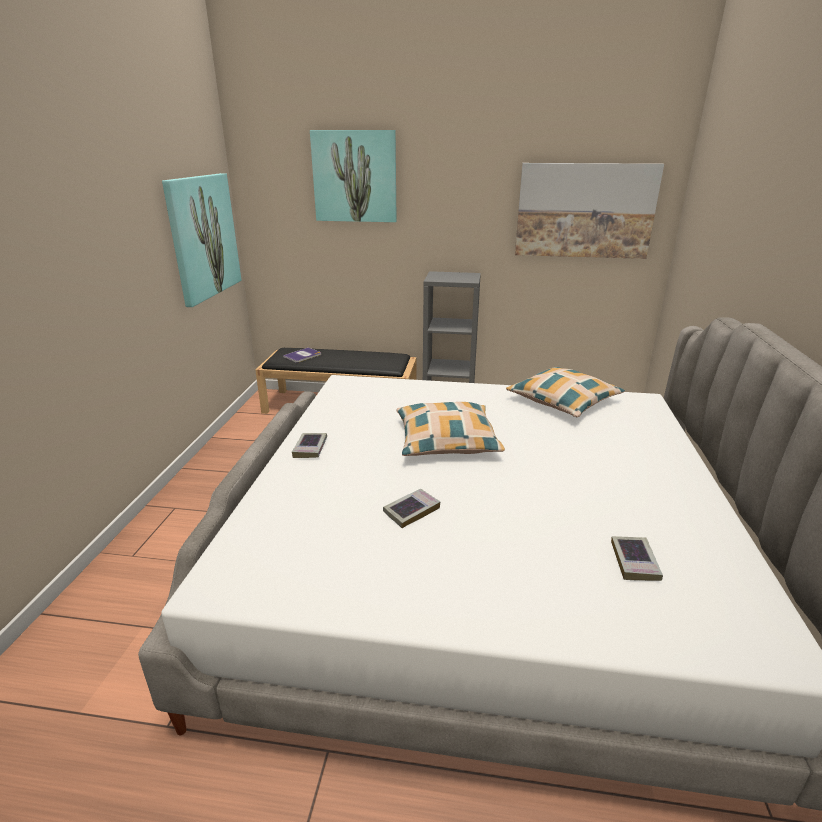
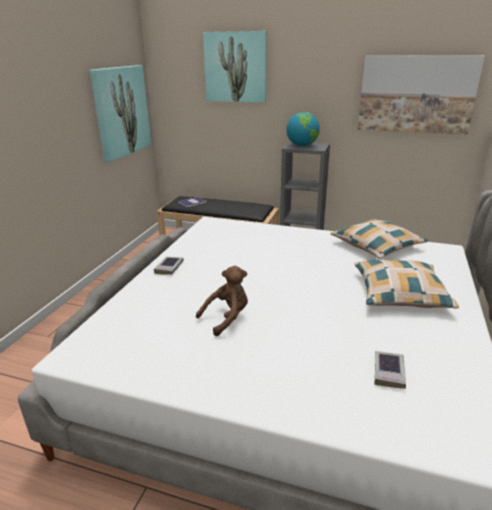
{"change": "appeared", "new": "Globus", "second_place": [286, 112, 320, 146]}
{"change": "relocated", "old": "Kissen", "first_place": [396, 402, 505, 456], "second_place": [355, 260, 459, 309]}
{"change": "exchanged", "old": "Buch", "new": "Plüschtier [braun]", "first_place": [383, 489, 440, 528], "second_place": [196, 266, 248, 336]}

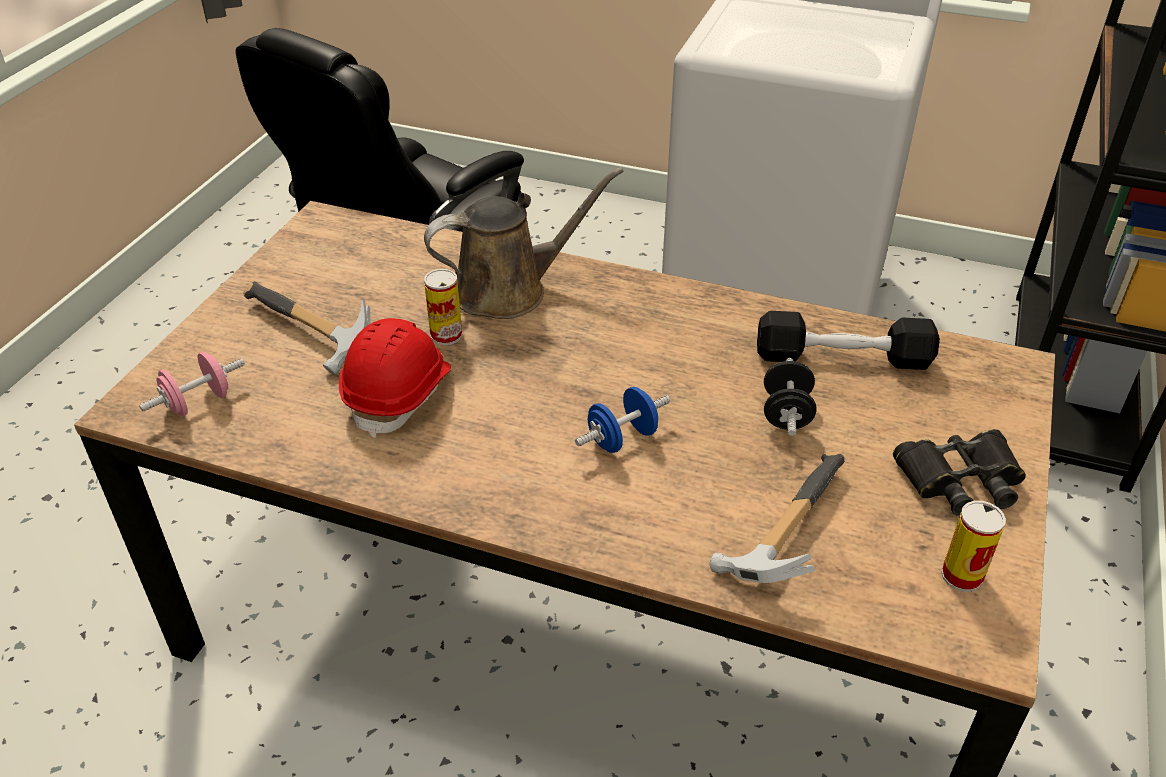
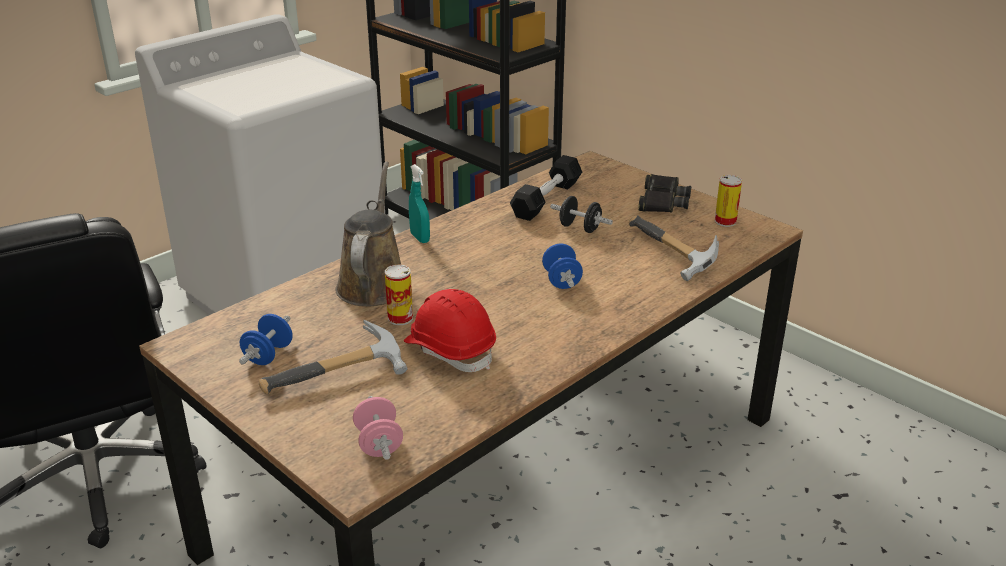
{"change": "appeared", "new": "Hantel [blau]", "second_place": [239, 314, 293, 365]}
{"change": "appeared", "new": "Sprühflasche [türkis]", "second_place": [409, 164, 430, 243]}

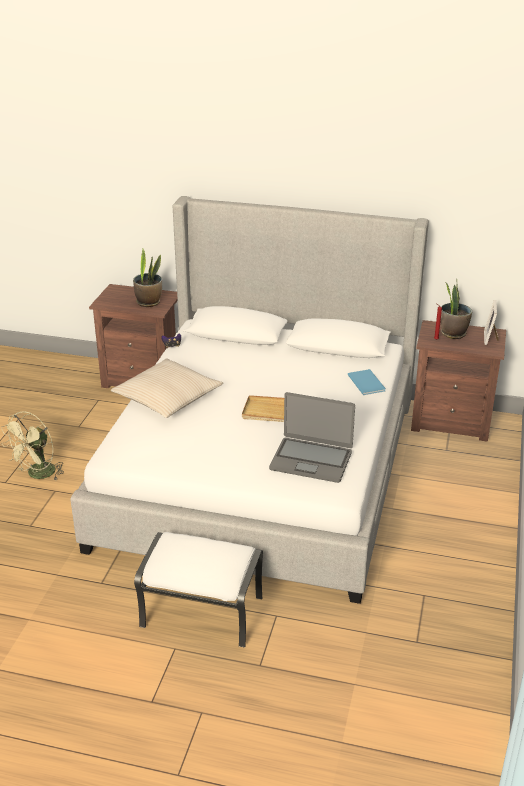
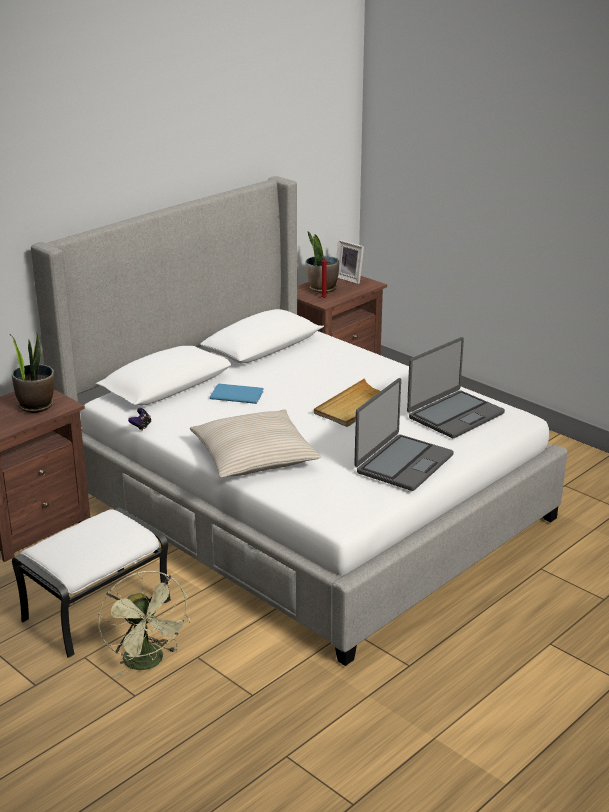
{"change": "appeared", "new": "Laptop", "second_place": [355, 378, 454, 491]}
{"change": "relocated", "old": "Polsterhocker [weiß]", "first_place": [134, 532, 263, 648], "second_place": [12, 507, 171, 658]}
{"change": "relocated", "old": "Buch [blau]", "first_place": [348, 369, 386, 395], "second_place": [210, 383, 264, 404]}

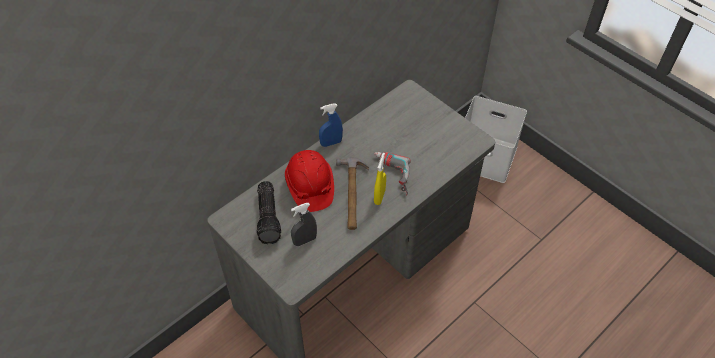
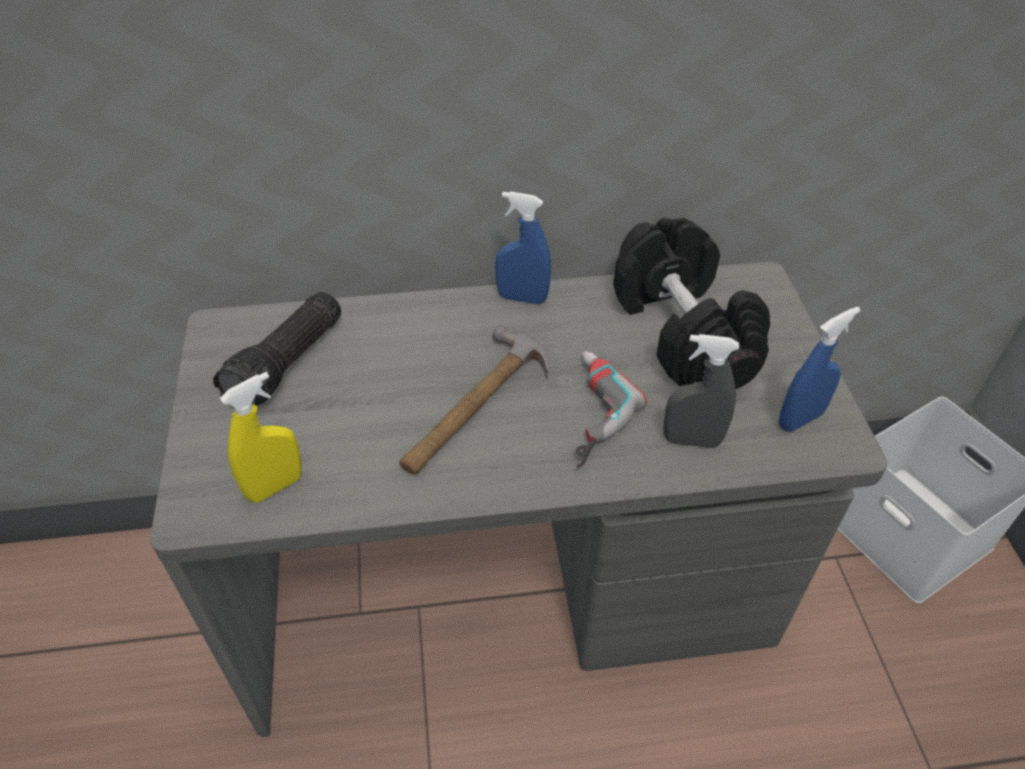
{"change": "missing", "old": "Schutzhelm [rot]", "first_place": [285, 150, 334, 212]}
{"change": "appeared", "new": "Hantel [schwarz]", "second_place": [613, 218, 770, 389]}
{"change": "appeared", "new": "Sprühflasche [blau]", "second_place": [779, 307, 861, 432]}
{"change": "relocated", "old": "Sprühflasche [grau]", "first_place": [291, 203, 317, 246], "second_place": [664, 334, 739, 448]}
{"change": "relocated", "old": "Sprühflasche [gelb]", "first_place": [374, 153, 386, 205], "second_place": [220, 372, 302, 503]}

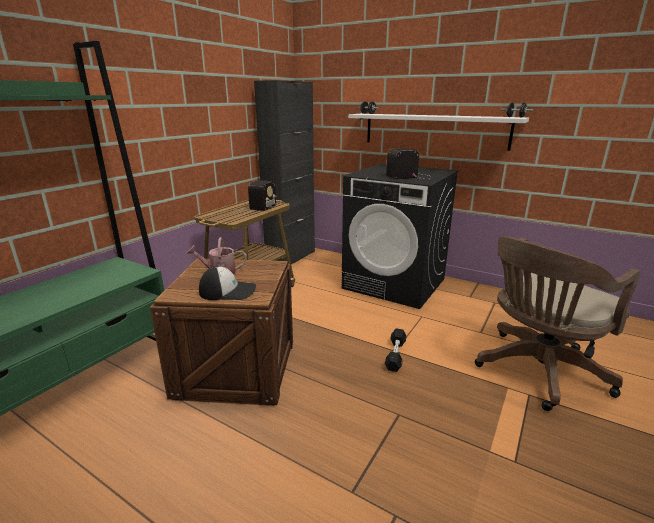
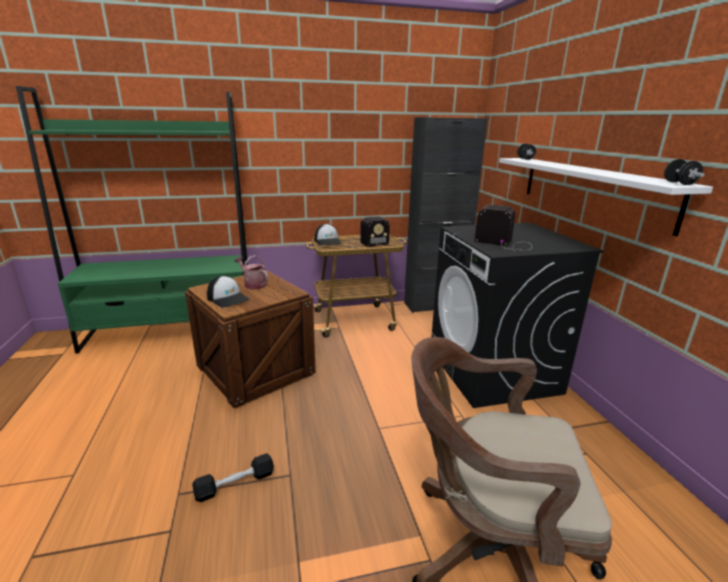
{"change": "appeared", "new": "Kappe", "second_place": [315, 224, 342, 246]}
{"change": "relocated", "old": "Hantel [schwarz]", "first_place": [385, 329, 407, 372], "second_place": [192, 453, 274, 502]}

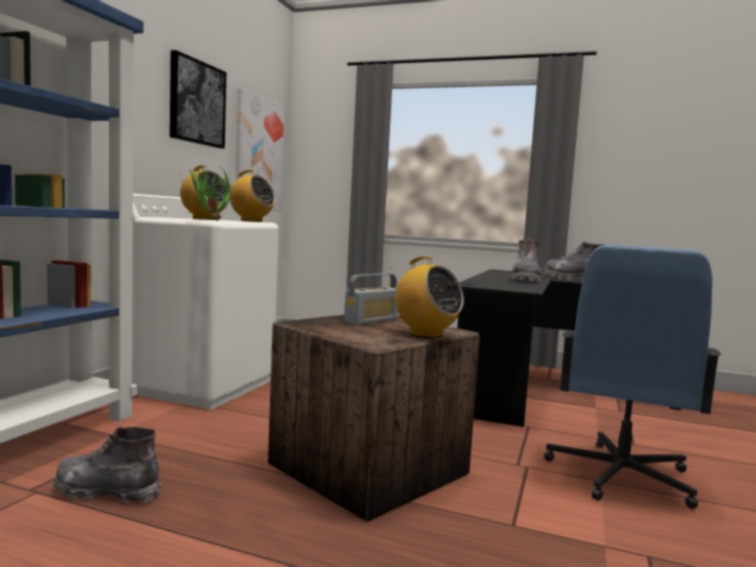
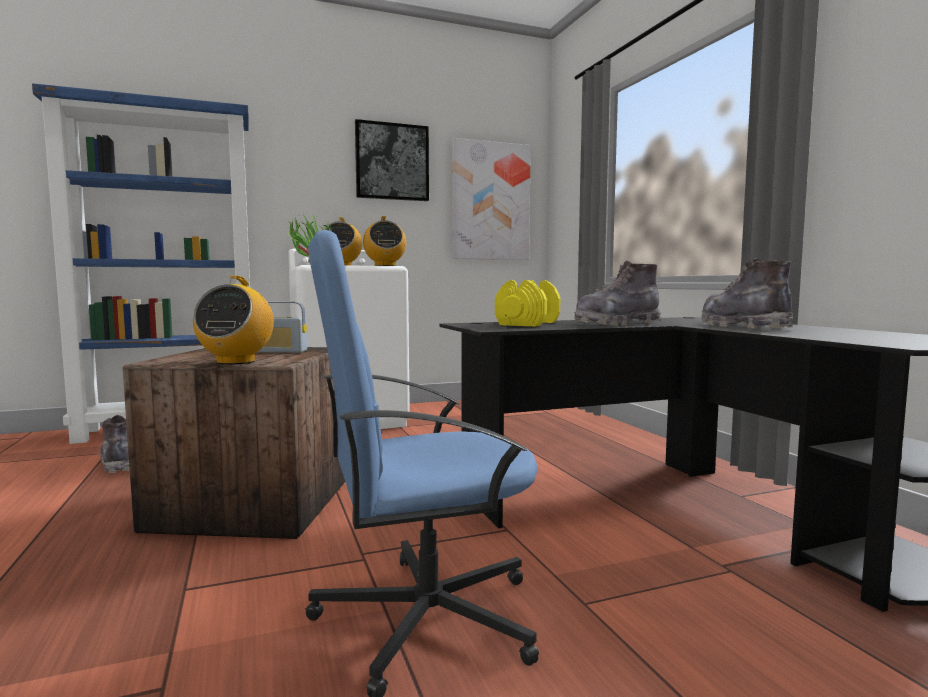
{"change": "appeared", "new": "Hantel [gelb]", "second_place": [495, 280, 560, 326]}

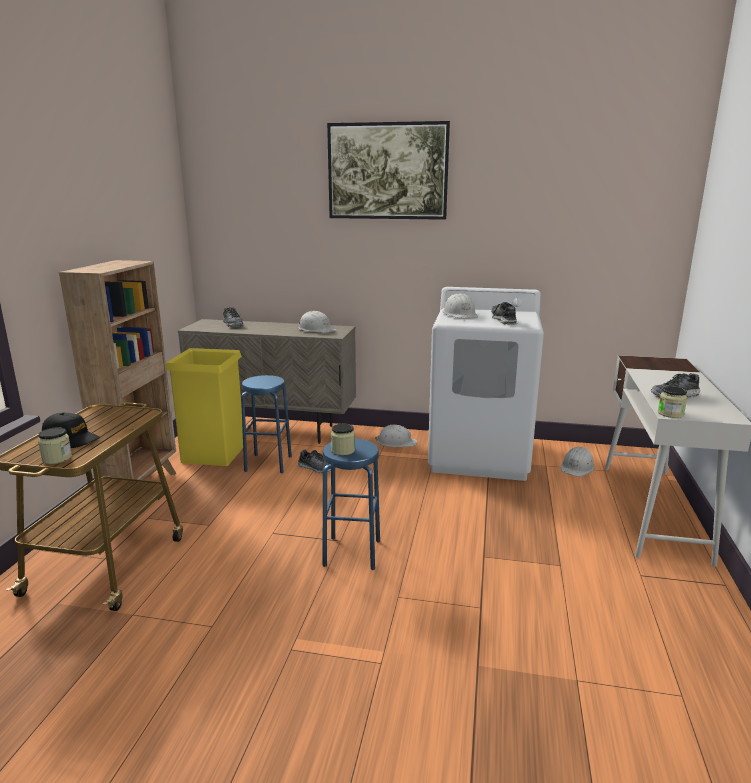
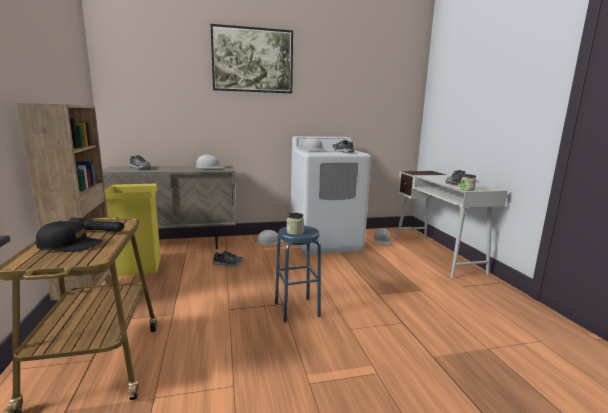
{"change": "missing", "old": "Vorratsglas", "first_place": [38, 427, 72, 464]}
{"change": "missing", "old": "Hocker [blau]", "first_place": [241, 375, 292, 474]}
{"change": "appeared", "new": "Taschenlampe [schwarz]", "second_place": [69, 218, 124, 232]}

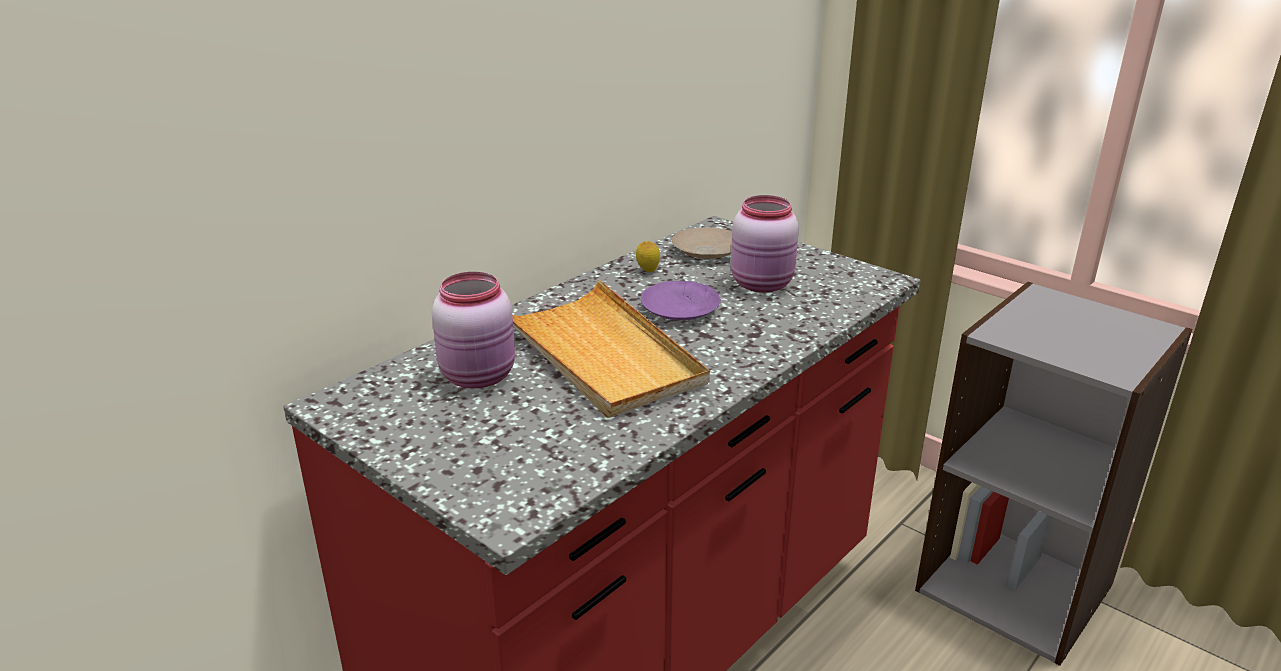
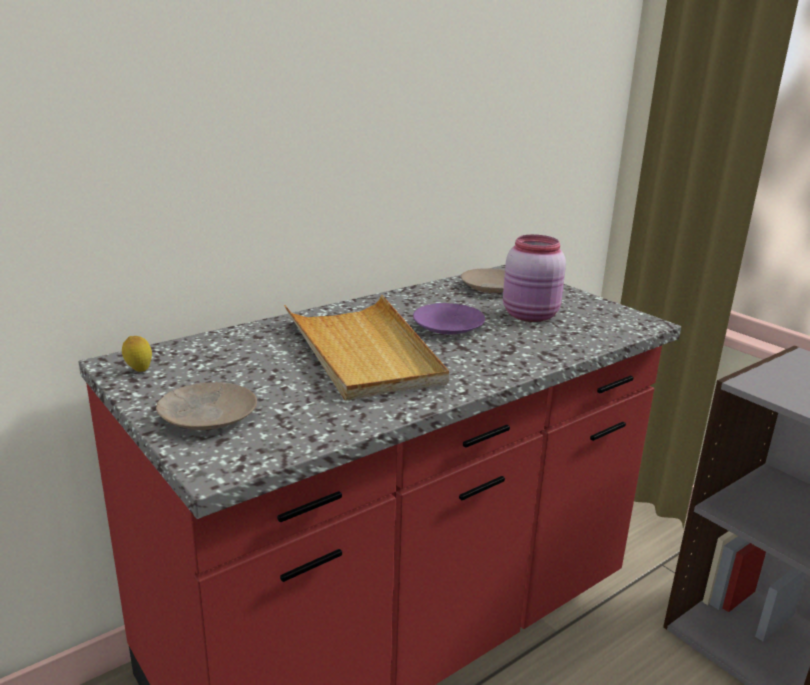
{"change": "missing", "old": "Vorratsglas [rosa]", "first_place": [432, 272, 515, 388]}
{"change": "appeared", "new": "Teller [beige]", "second_place": [156, 382, 257, 430]}
{"change": "relocated", "old": "Zitrone", "first_place": [636, 241, 660, 272], "second_place": [122, 336, 152, 372]}

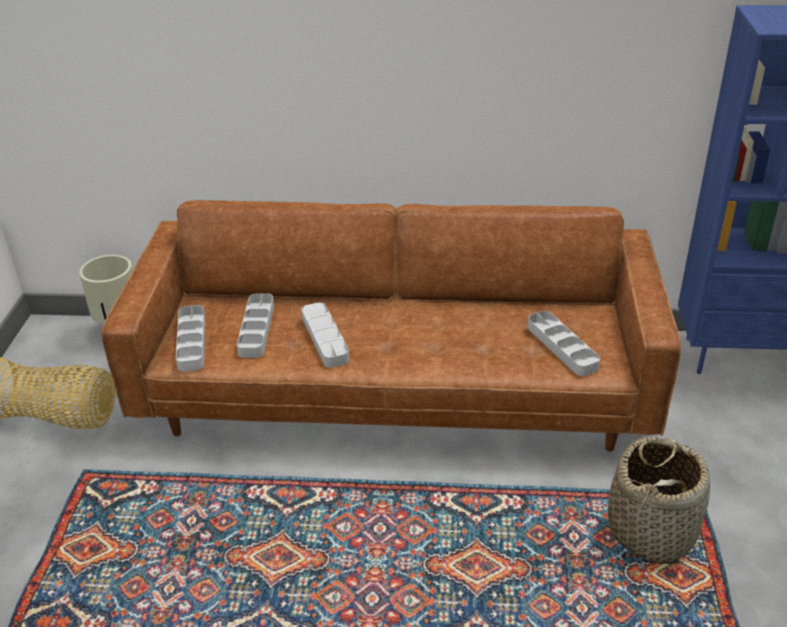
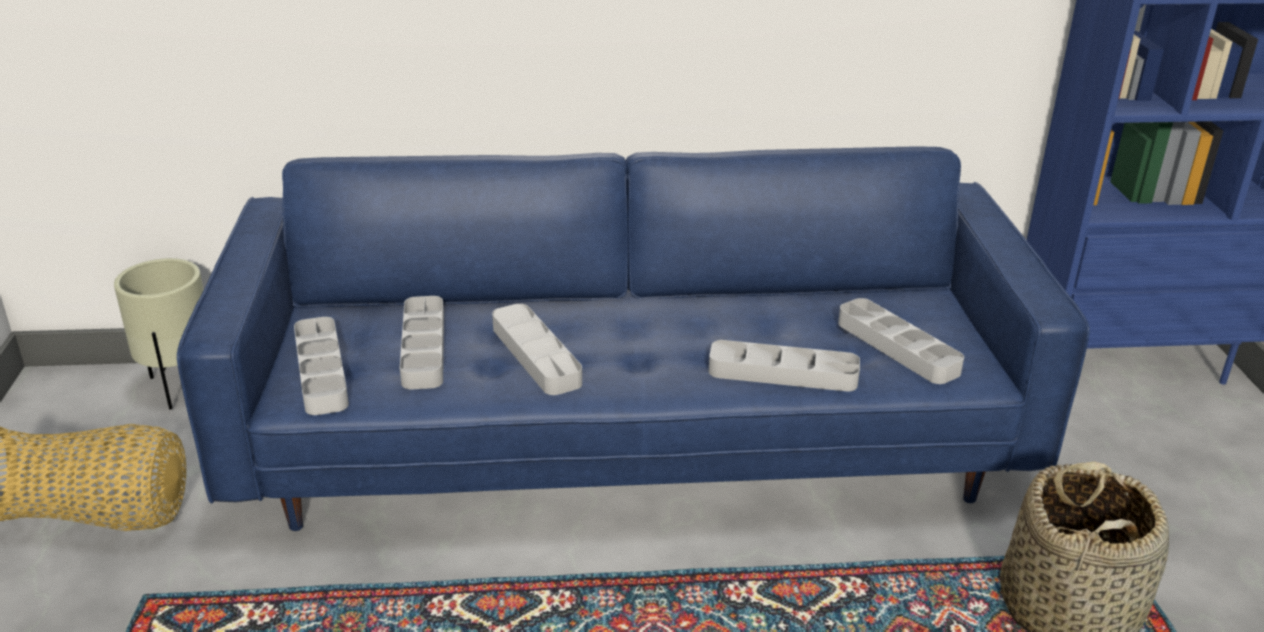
{"change": "appeared", "new": "Tablett [grau]", "second_place": [708, 340, 860, 392]}
{"change": "colour", "old": "Sofa [braun]", "new": "Sofa [blau]", "first_place": [101, 200, 681, 452], "second_place": [177, 146, 1090, 531]}

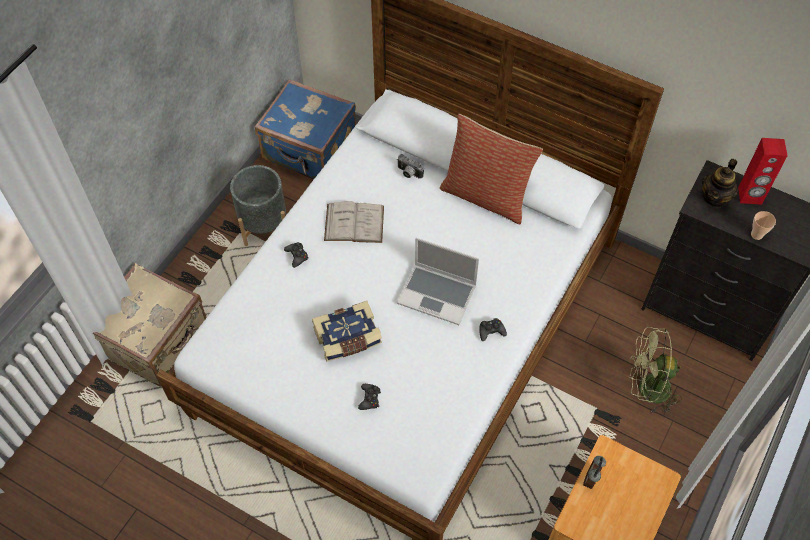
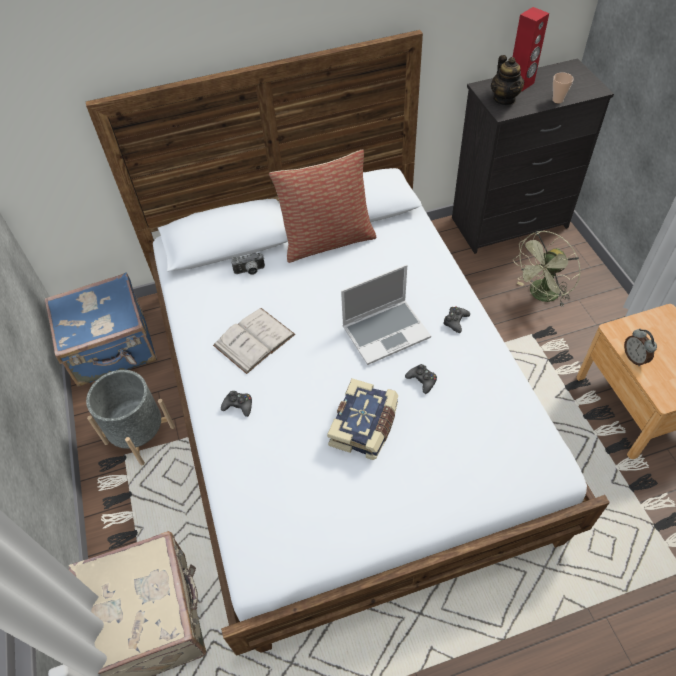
{"change": "relocated", "old": "Gamepad [schwarz]", "first_place": [358, 384, 381, 410], "second_place": [405, 364, 437, 394]}

